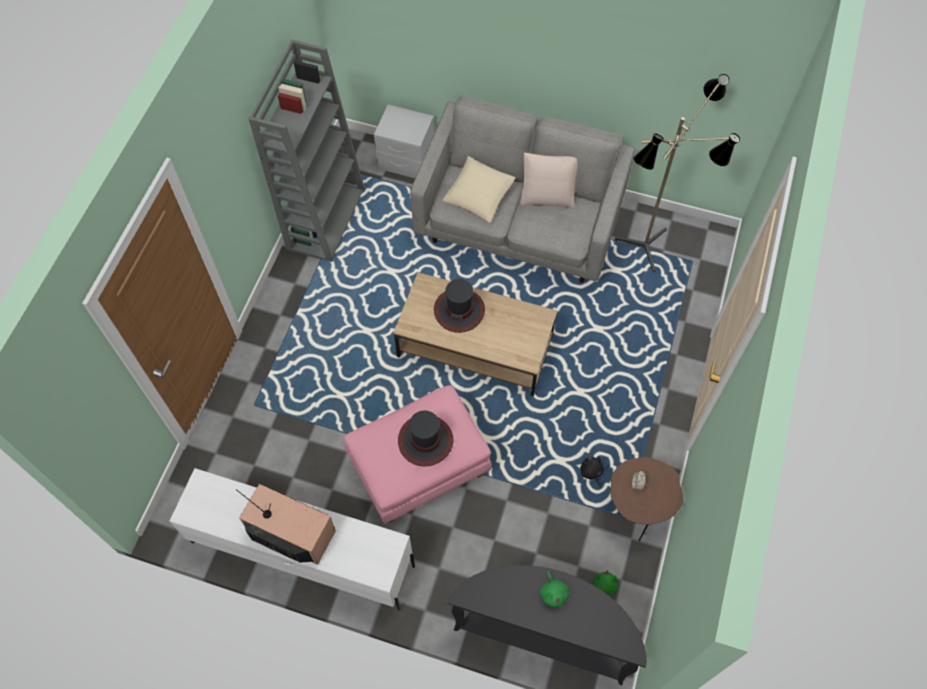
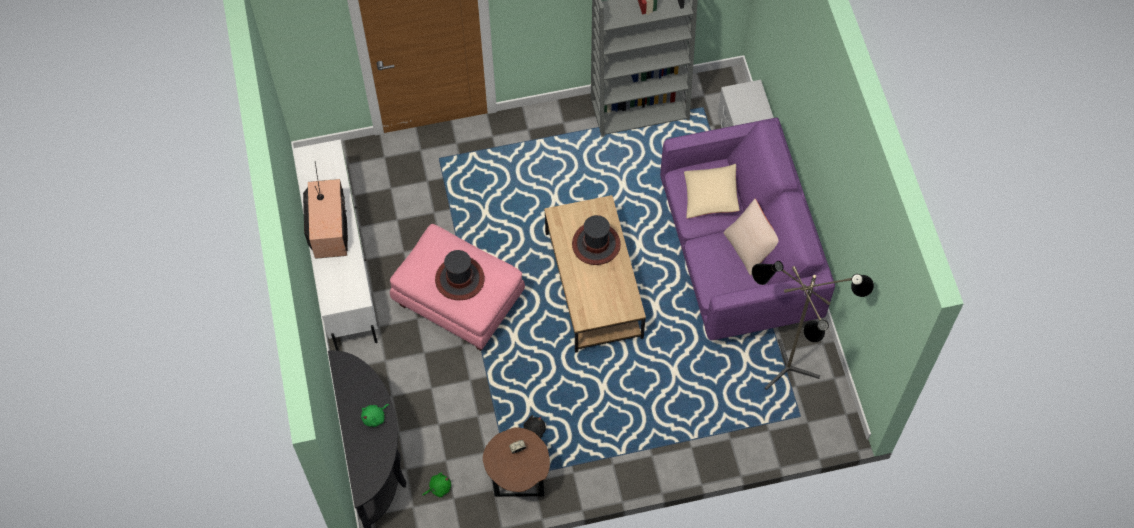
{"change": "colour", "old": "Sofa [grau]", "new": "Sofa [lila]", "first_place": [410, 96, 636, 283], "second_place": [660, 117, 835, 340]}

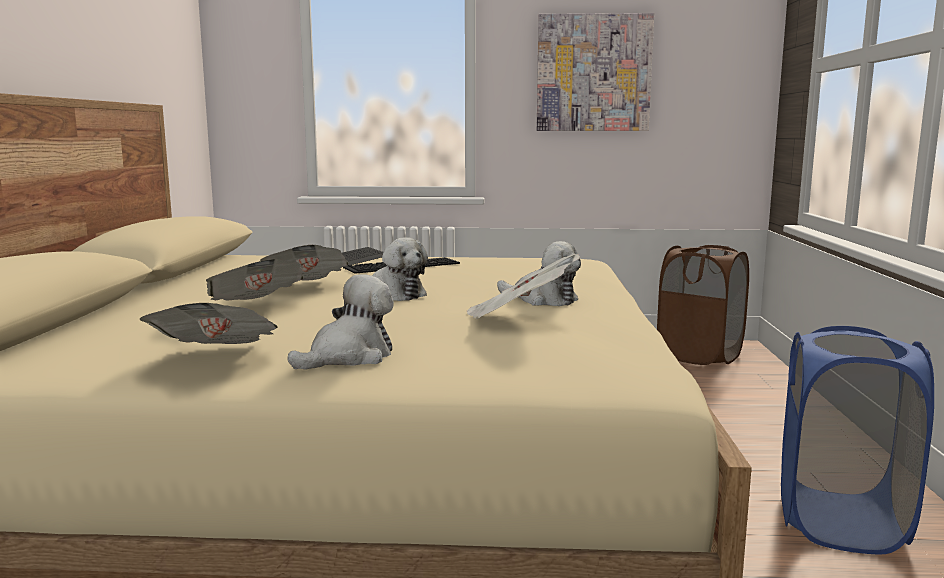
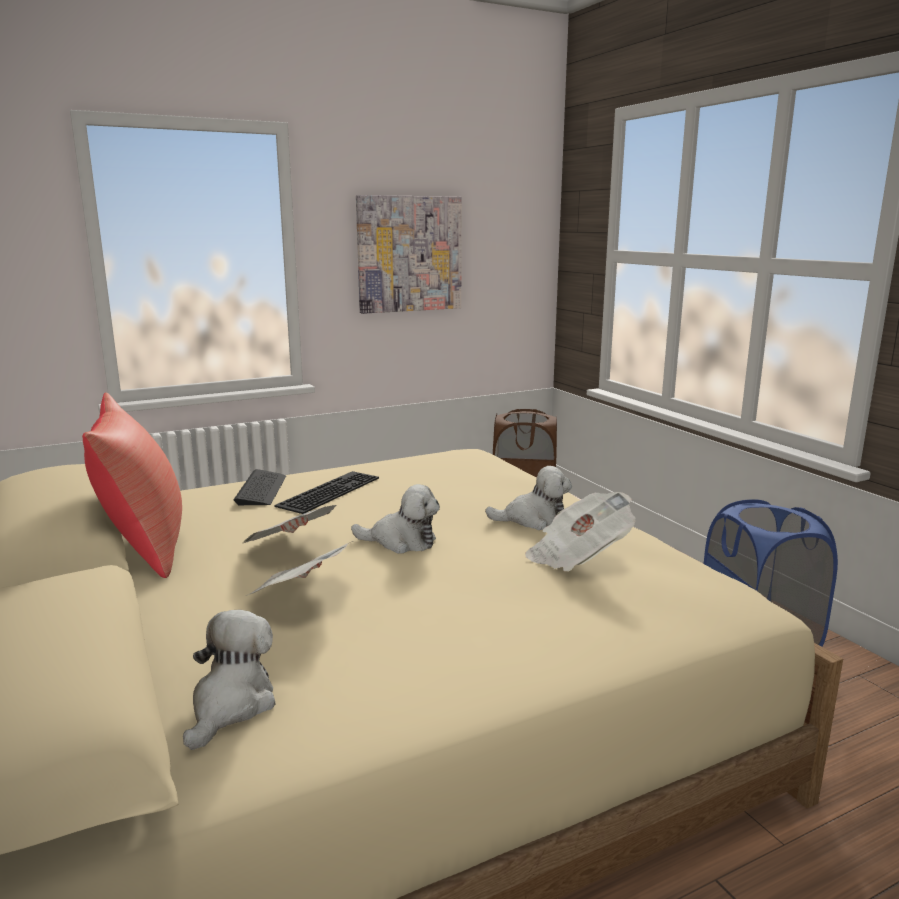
{"change": "missing", "old": "Zeitung", "first_place": [139, 303, 277, 344]}
{"change": "appeared", "new": "Kissen [rot]", "second_place": [82, 392, 182, 578]}
{"change": "relocated", "old": "Plüschtier", "first_place": [288, 274, 394, 369], "second_place": [183, 610, 275, 750]}

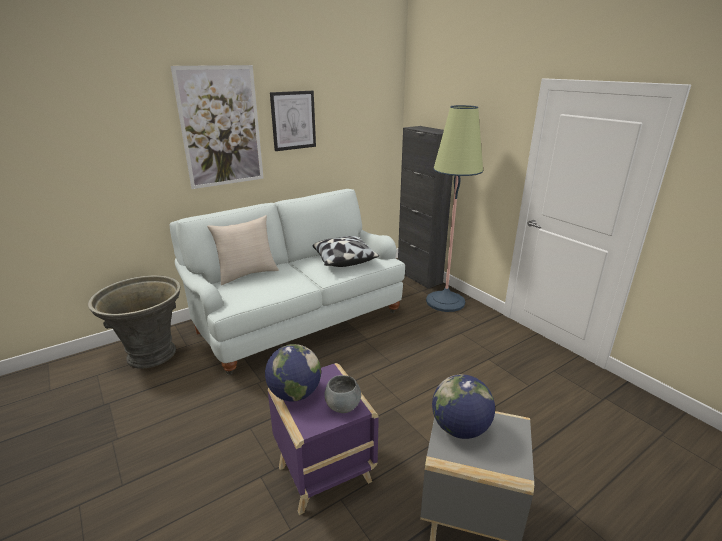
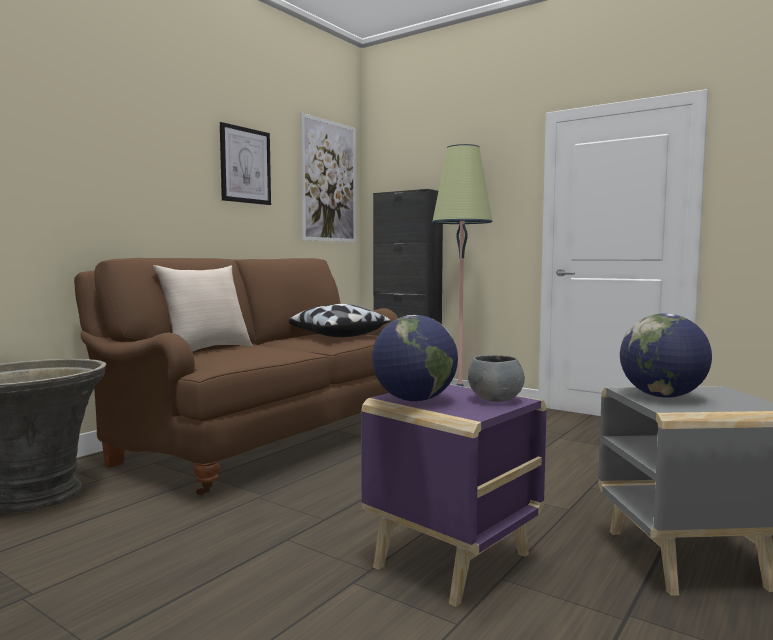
{"change": "relocated", "old": "Bild", "first_place": [171, 65, 264, 189], "second_place": [300, 113, 356, 242]}
{"change": "colour", "old": "Sofa [weiß]", "new": "Sofa [braun]", "first_place": [170, 189, 405, 375], "second_place": [74, 258, 398, 496]}

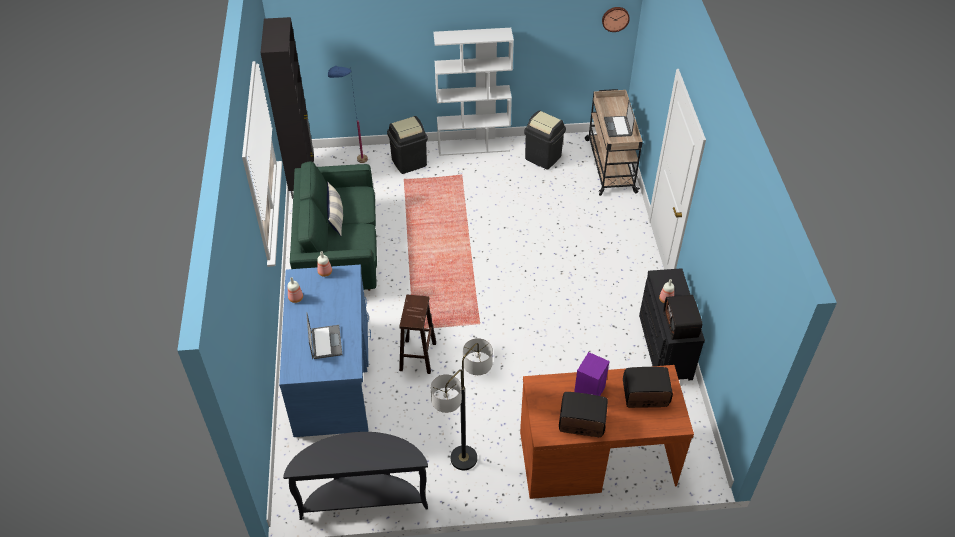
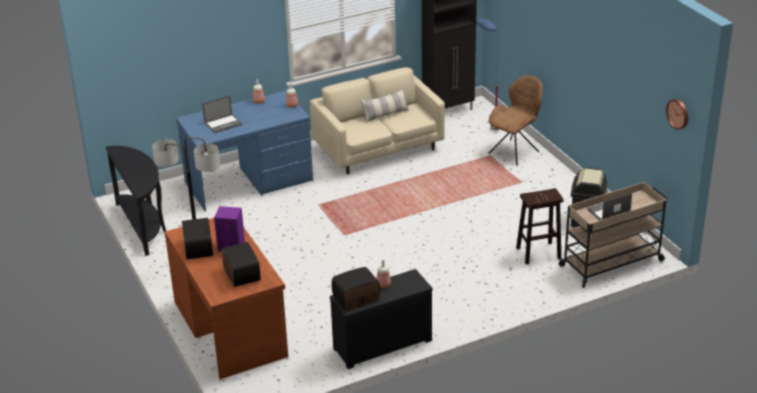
{"change": "missing", "old": "Bücherregal [weiß]", "first_place": [433, 28, 514, 156]}
{"change": "relocated", "old": "Hocker [braun]", "first_place": [399, 295, 436, 374], "second_place": [516, 188, 564, 264]}
{"change": "exchanged", "old": "Mülleimer [schwarz]", "new": "Stuhl [braun]", "first_place": [387, 116, 428, 174], "second_place": [488, 75, 543, 166]}
{"change": "colour", "old": "Sofa [grün]", "new": "Sofa [beige]", "first_place": [290, 161, 377, 291], "second_place": [310, 67, 445, 174]}

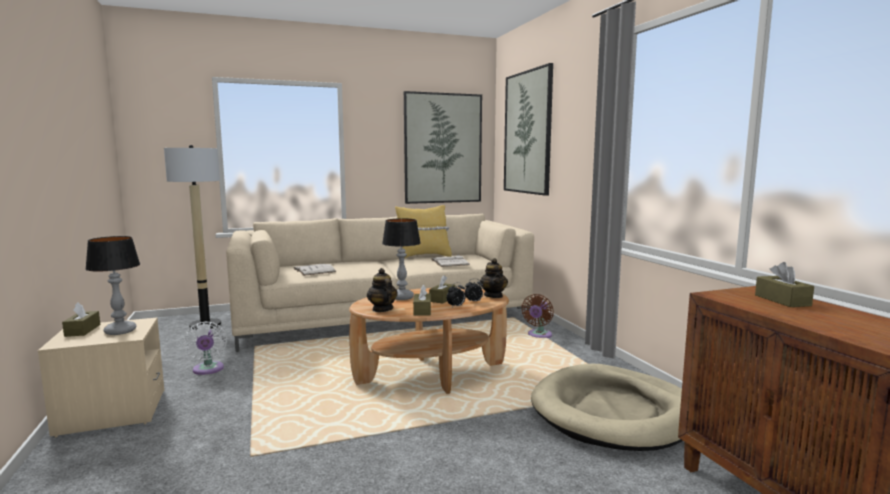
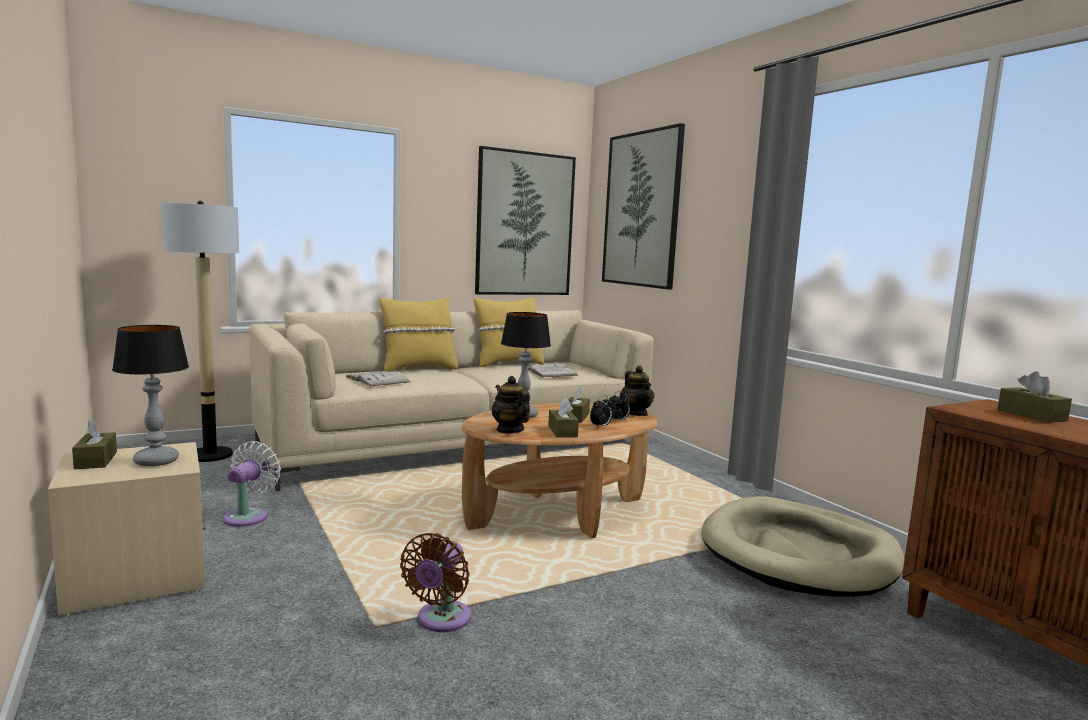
{"change": "appeared", "new": "Kissen [gelb]", "second_place": [379, 297, 458, 372]}
{"change": "relocated", "old": "Ventilator [braun]", "first_place": [521, 294, 554, 338], "second_place": [400, 533, 471, 632]}
{"change": "spun", "old": "Ventilator [weiß]", "first_place": [183, 321, 227, 375], "second_place": [223, 441, 281, 527], "degrees": -135}

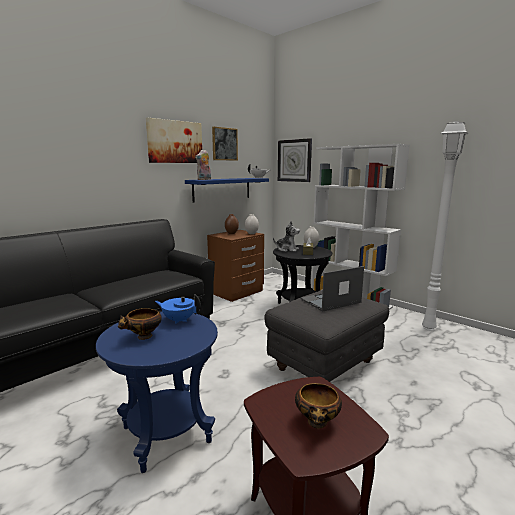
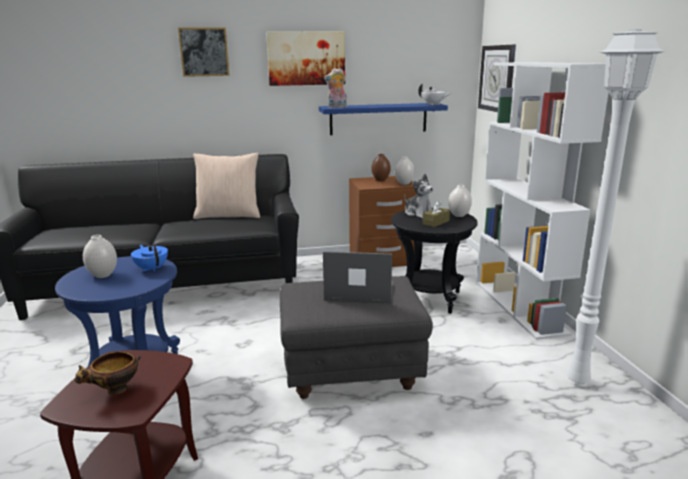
{"change": "appeared", "new": "Kissen [beige]", "second_place": [193, 153, 260, 219]}
{"change": "relocated", "old": "Bild", "first_place": [212, 127, 238, 161], "second_place": [178, 28, 230, 77]}
{"change": "exchanged", "old": "Schüssel", "new": "Vase [weiß]", "first_place": [118, 308, 161, 340], "second_place": [83, 235, 117, 278]}

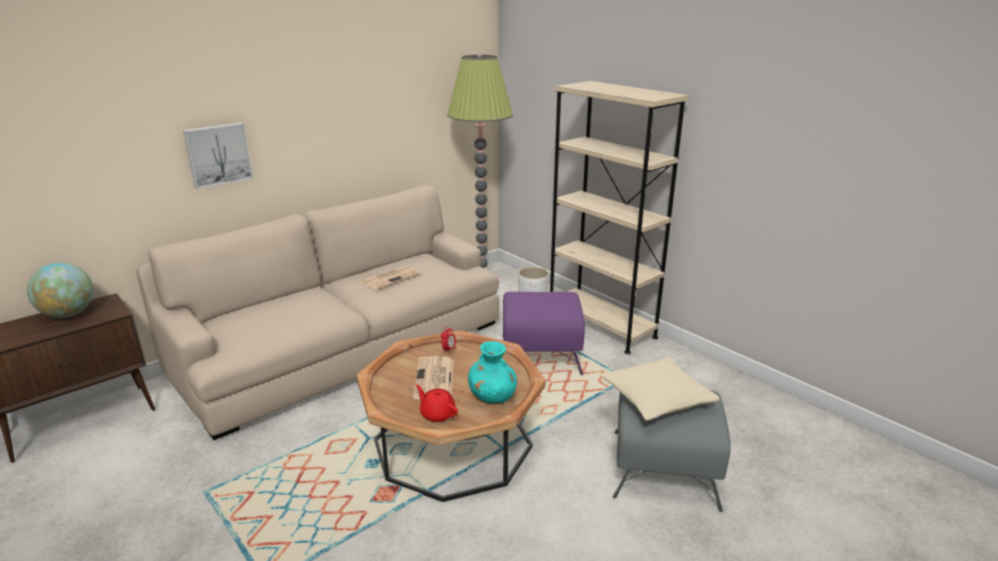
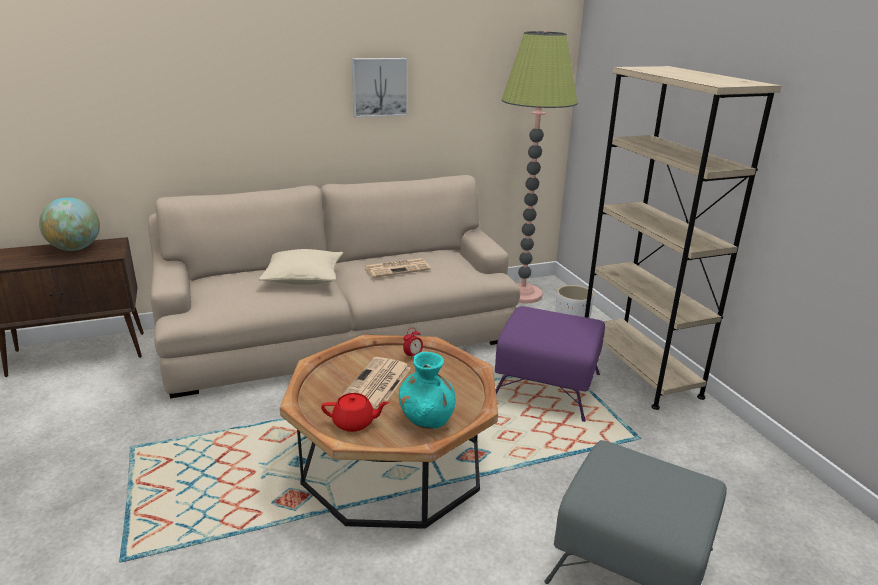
{"change": "relocated", "old": "Bild", "first_place": [183, 122, 253, 189], "second_place": [352, 58, 408, 118]}
{"change": "relocated", "old": "Kissen [beige]", "first_place": [600, 356, 720, 420], "second_place": [259, 249, 343, 285]}
{"change": "spun", "old": "Teekanne [rot]", "first_place": [416, 385, 458, 422], "second_place": [321, 393, 389, 432], "degrees": 120}

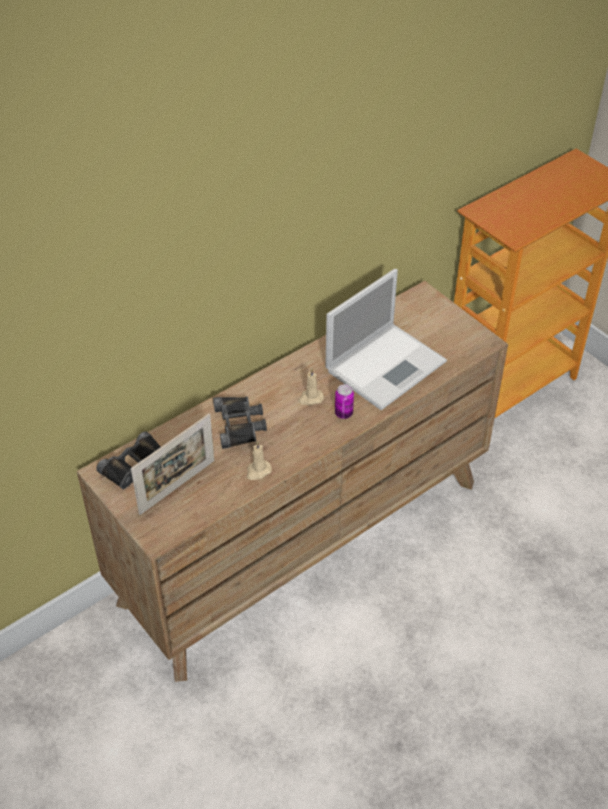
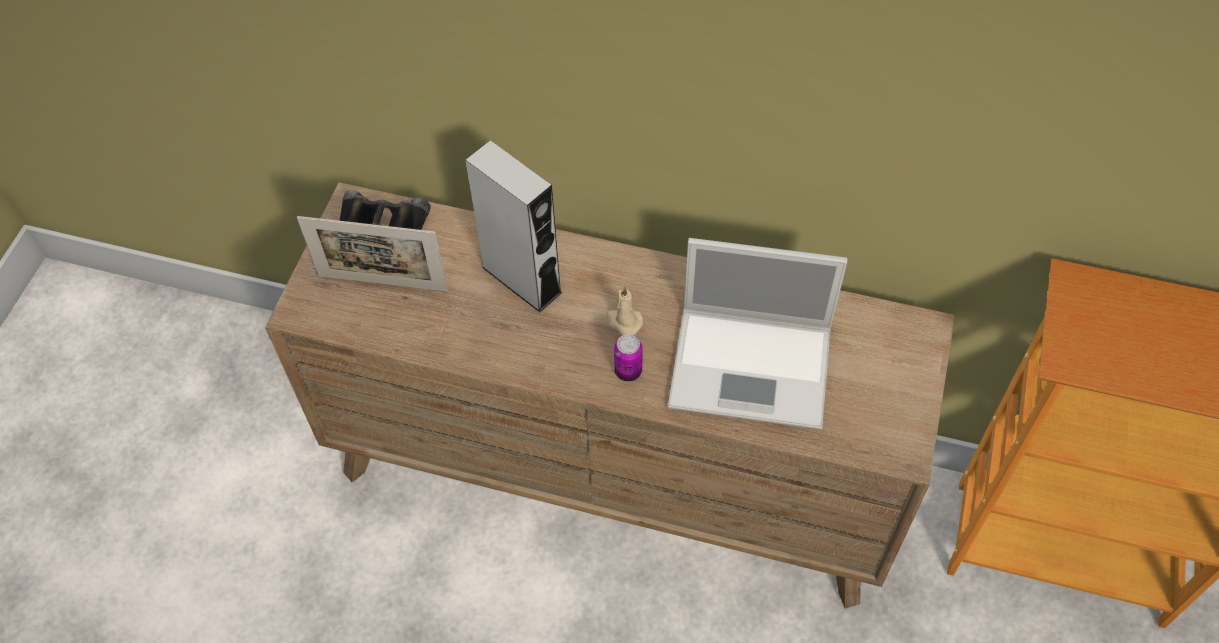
{"change": "missing", "old": "Kerze [beige]", "first_place": [247, 441, 272, 480]}
{"change": "exchanged", "old": "Fernglas [schwarz]", "new": "Lautsprecher [grau]", "first_place": [213, 397, 267, 449], "second_place": [465, 140, 562, 312]}

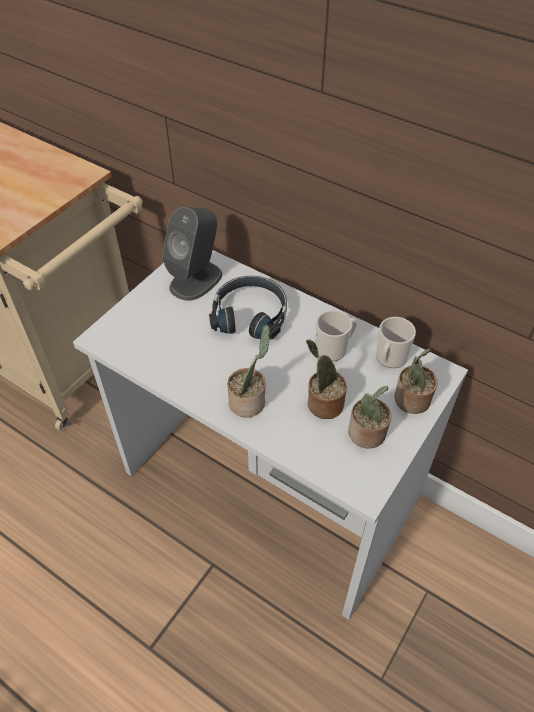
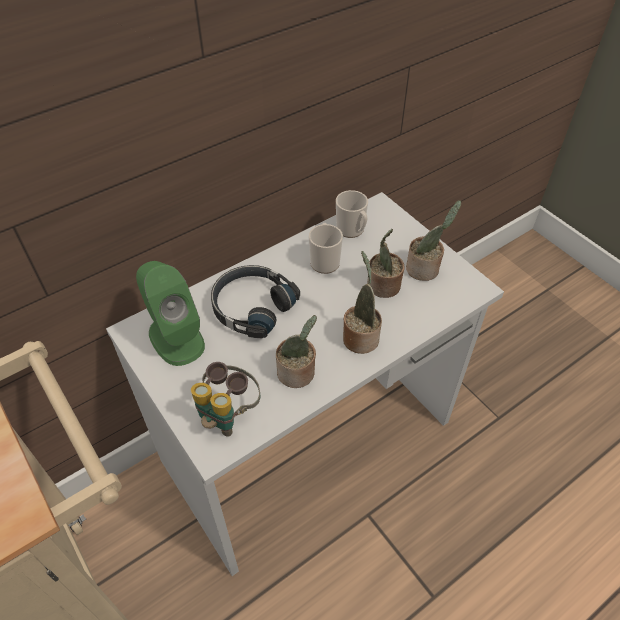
{"change": "appeared", "new": "Fernglas", "second_place": [191, 362, 260, 437]}
{"change": "relocated", "old": "Topfpflanze", "first_place": [395, 349, 438, 414], "second_place": [276, 315, 317, 388]}
{"change": "colour", "old": "Lautsprecher [grau]", "new": "Lautsprecher [grün]", "first_place": [162, 207, 222, 301], "second_place": [136, 261, 205, 366]}

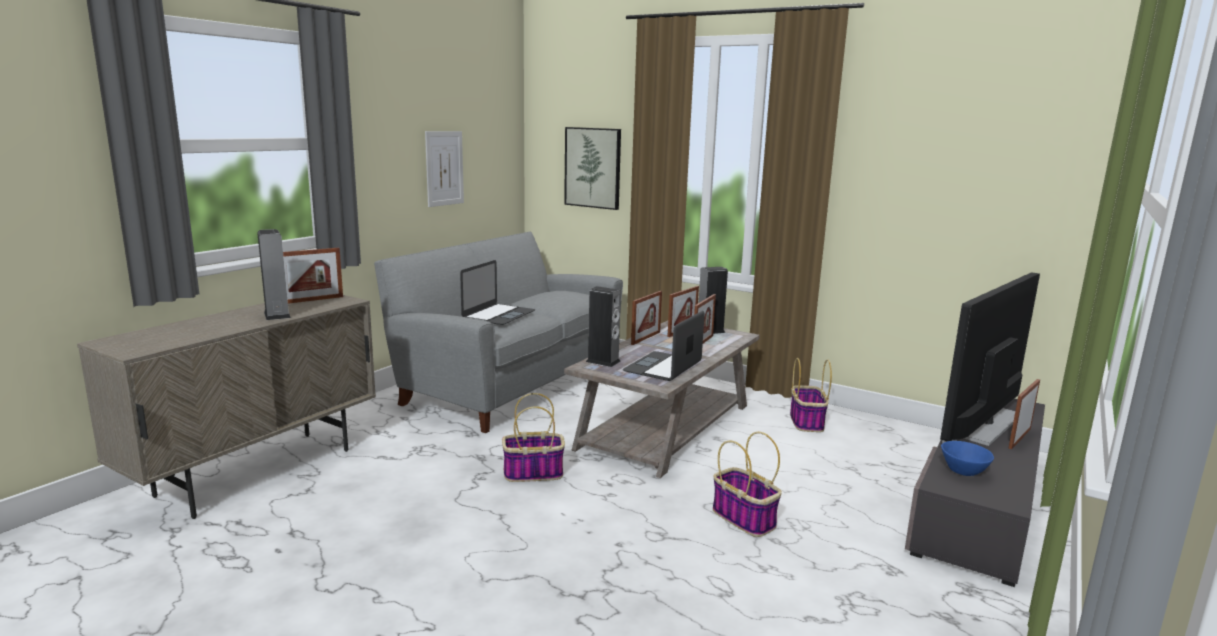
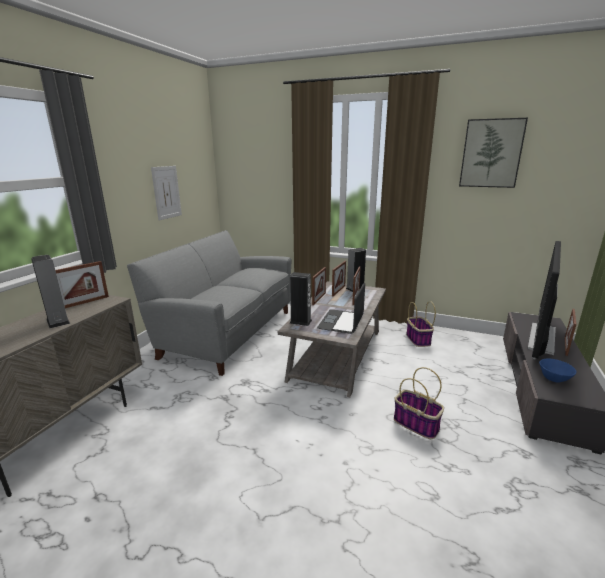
{"change": "missing", "old": "Laptop", "first_place": [460, 260, 535, 325]}
{"change": "missing", "old": "Korb", "first_place": [502, 393, 565, 482]}
{"change": "relocated", "old": "Bild", "first_place": [564, 127, 621, 210], "second_place": [459, 118, 528, 188]}

